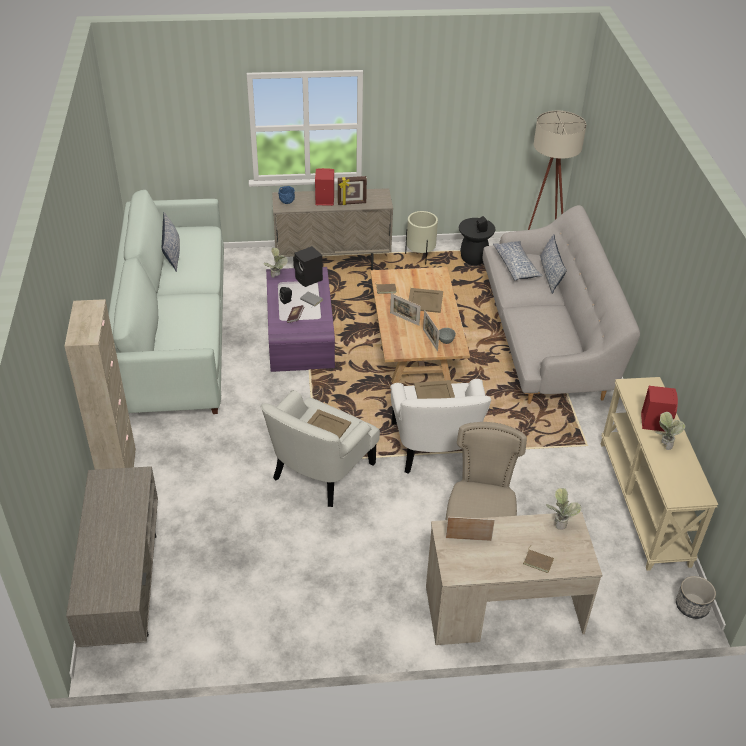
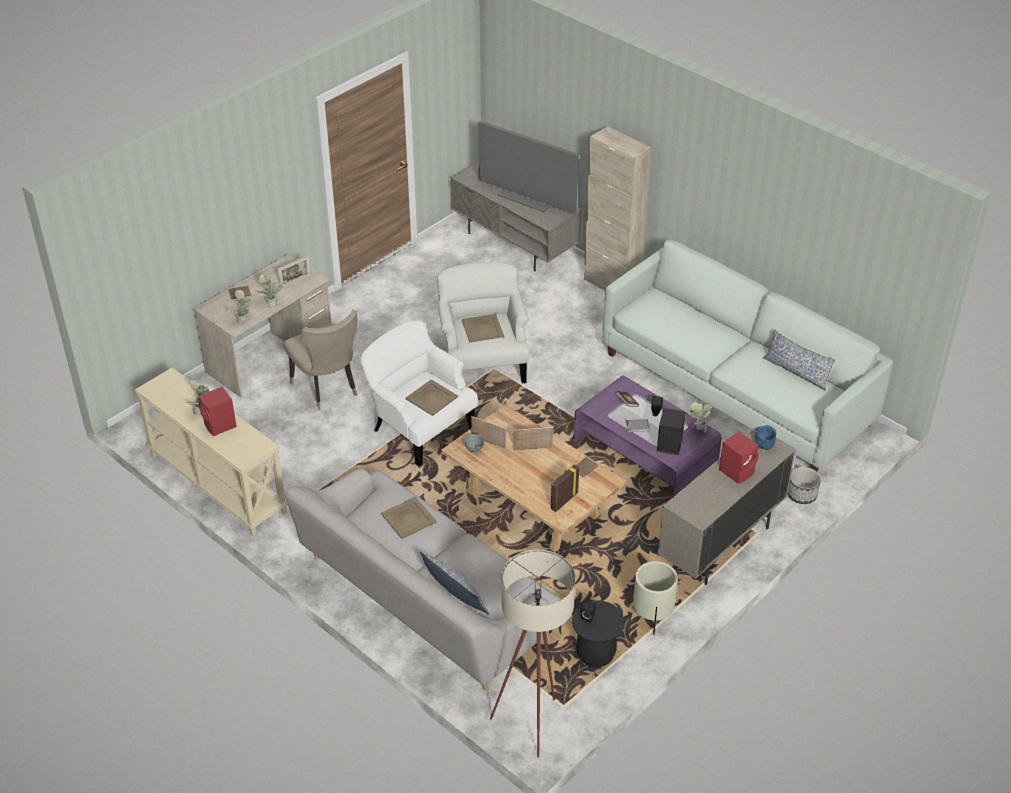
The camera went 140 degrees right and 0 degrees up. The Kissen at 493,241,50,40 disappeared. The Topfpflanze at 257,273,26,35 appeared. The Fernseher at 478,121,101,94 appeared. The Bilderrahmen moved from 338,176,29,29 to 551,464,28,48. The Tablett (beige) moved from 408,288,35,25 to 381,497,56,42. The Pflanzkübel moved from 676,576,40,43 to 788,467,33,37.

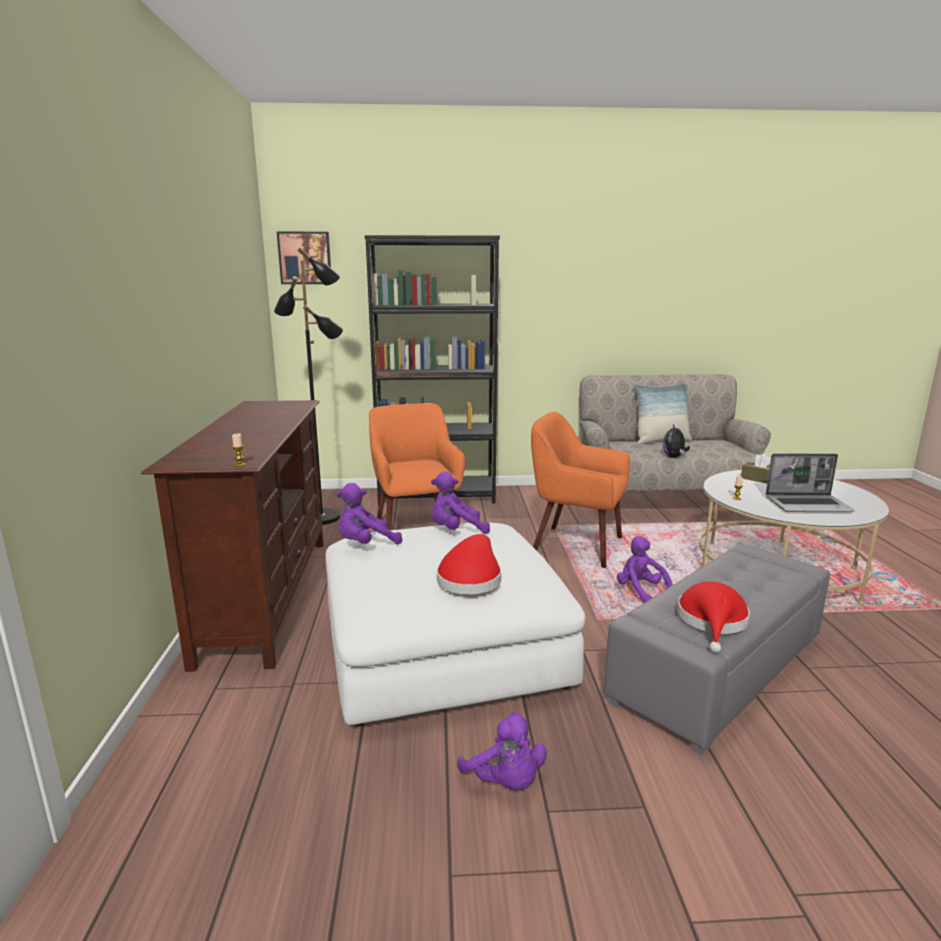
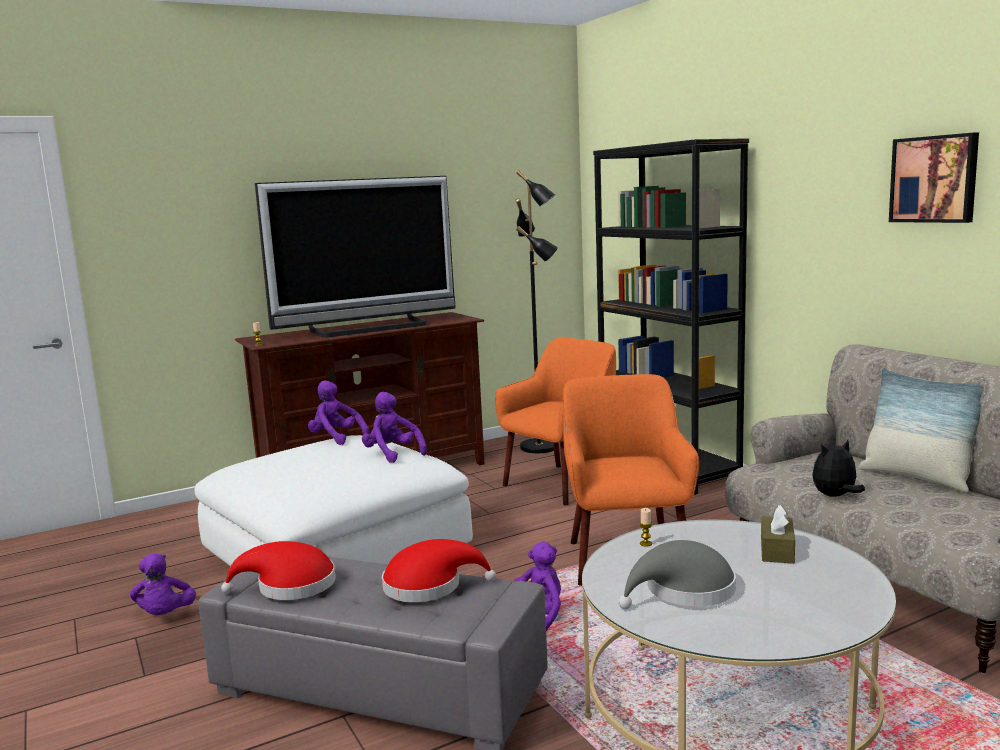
The camera went 65 degrees right and 5 degrees down. The Fernseher at 255,176,200,162 appeared. The Bild moved from 277,232,54,52 to 889,133,90,90. The Hut (rot) moved from 437,534,64,60 to 382,539,114,63. The Laptop at 766,454,89,58 was replaced by the Hut (grau) at 618,540,118,69. The Plüschtier (lila) at 457,712,90,78 turned 45 degrees counterclockwise.

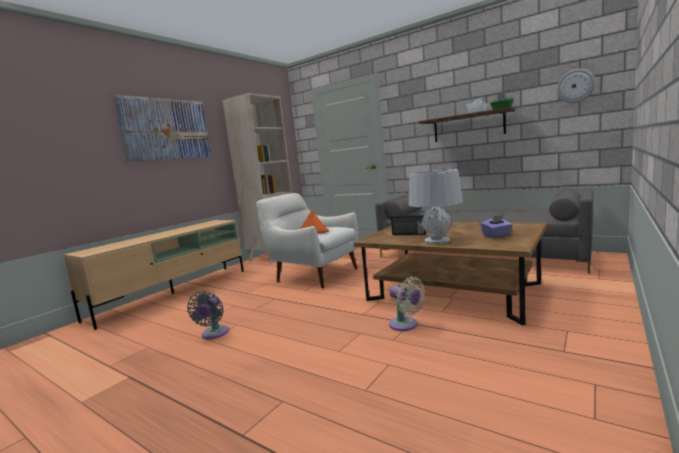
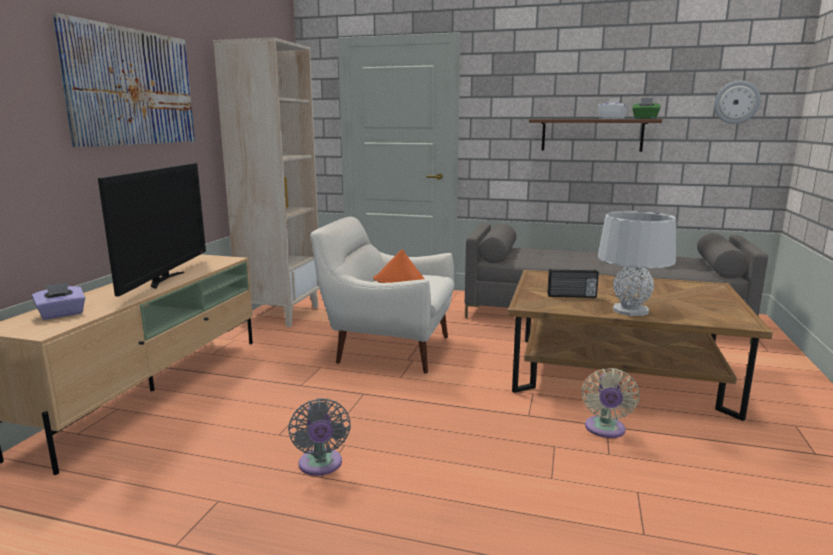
The camera went 20 degrees left and 5 degrees up. The Fernseher at 98,163,108,133 appeared. The Taschentuchbox (lila) moved from 480,215,33,23 to 32,283,53,37. The Ventilator (beige) at 389,277,36,54 turned 75 degrees clockwise.

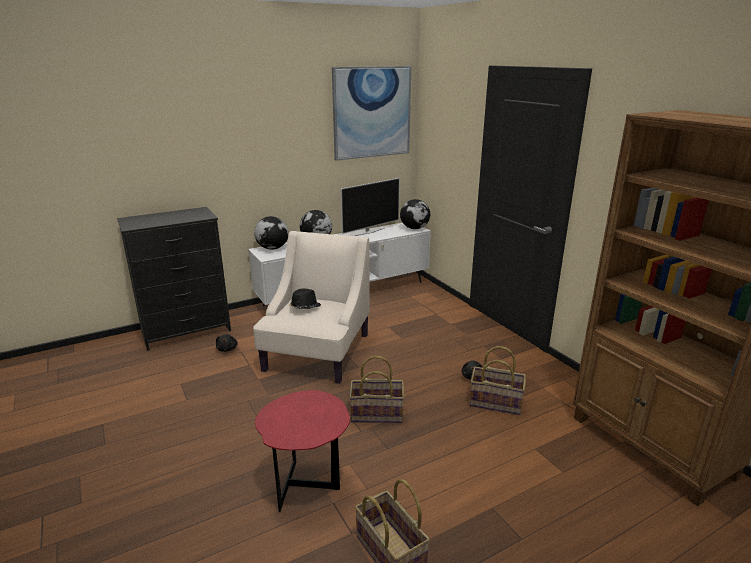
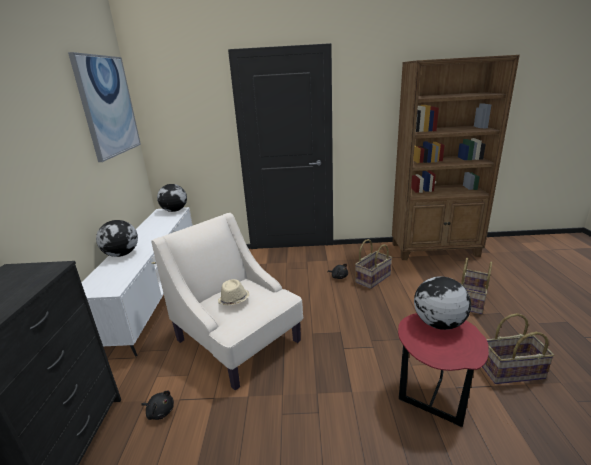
The camera went 60 degrees left and 0 degrees up. The Fernseher at 341,178,59,58 disappeared. The Globus moved from 254,216,35,34 to 414,276,57,54. The Korb moved from 349,356,55,67 to 461,258,31,56. The Hut (schwarz) at 289,289,32,20 became the Hut (beige) at 218,279,31,27.

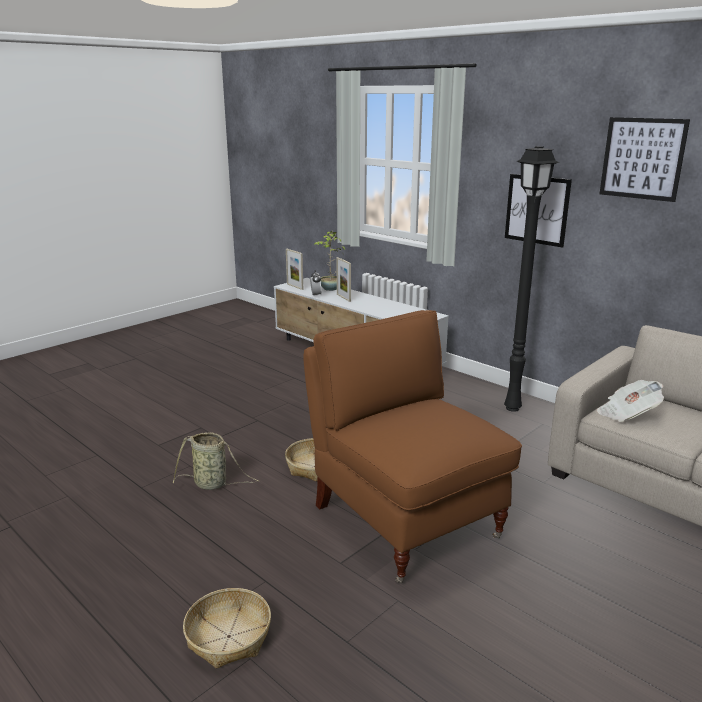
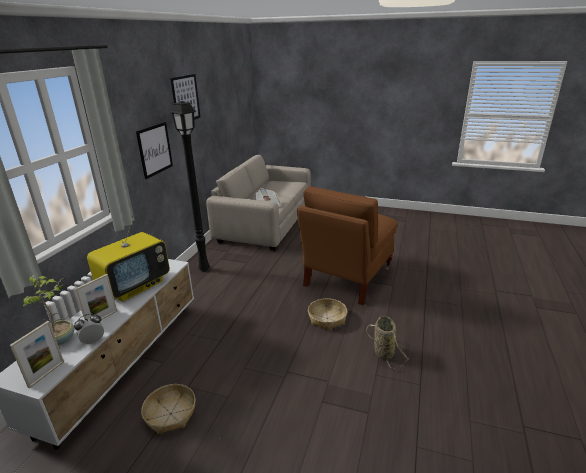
The camera went 115 degrees left and 5 degrees up. The Fernseher at 87,215,83,87 appeared. The Korb moved from 183,588,88,81 to 141,384,54,50.

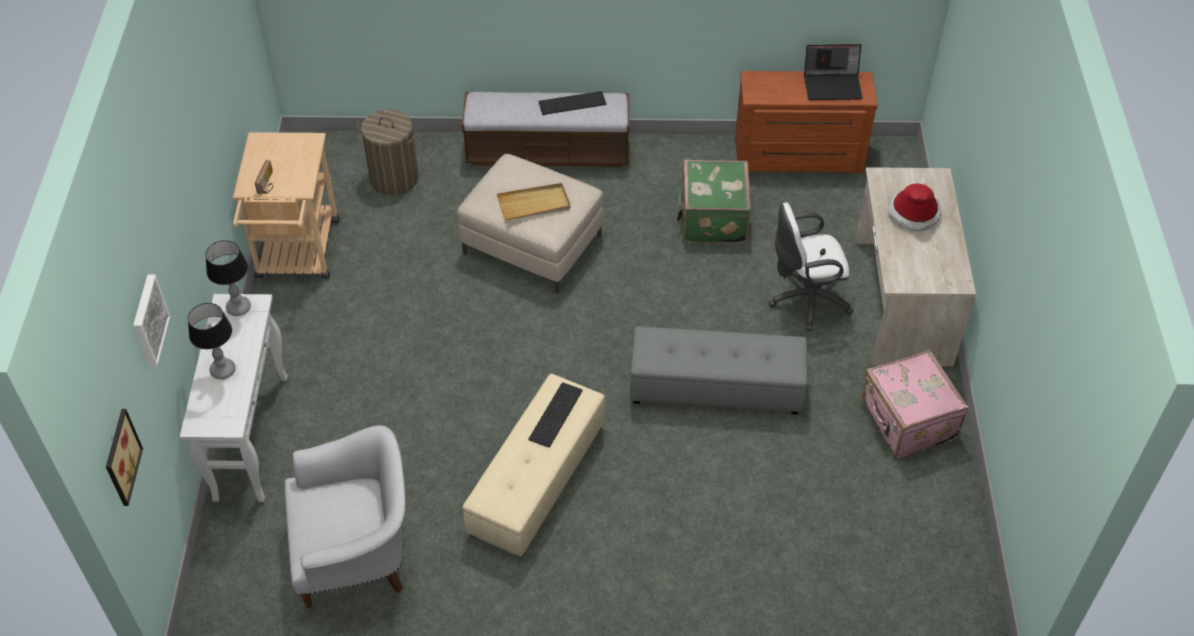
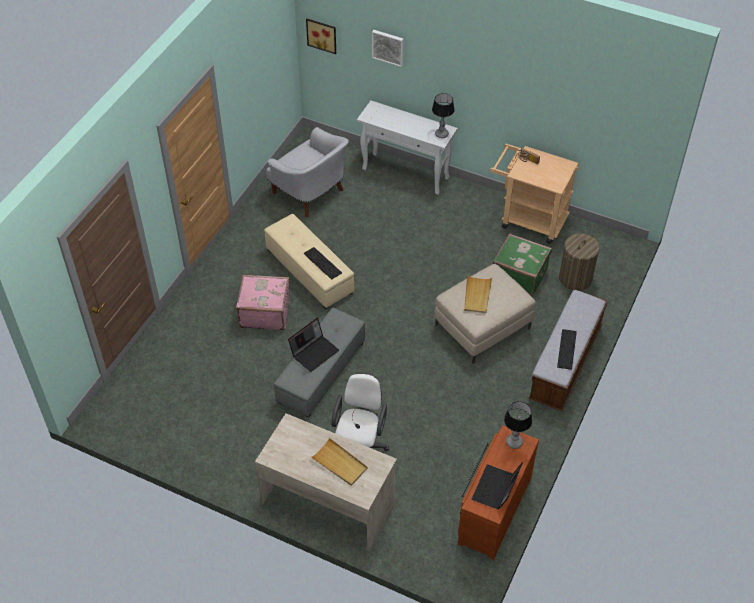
The camera went 115 degrees right and 0 degrees up. The Laptop at 288,318,51,54 appeared. The Tischlampe moved from 188,303,47,76 to 504,401,28,48. The Koffer (grün) moved from 677,160,74,84 to 493,233,59,63. The Koffer (rosa) moved from 860,350,108,109 to 236,274,54,56. The Hut at 888,183,53,48 was replaced by the Tablett (beige) at 311,438,57,48. The Sessel (weiß) at 284,425,121,183 turned 60 degrees counterclockwise.

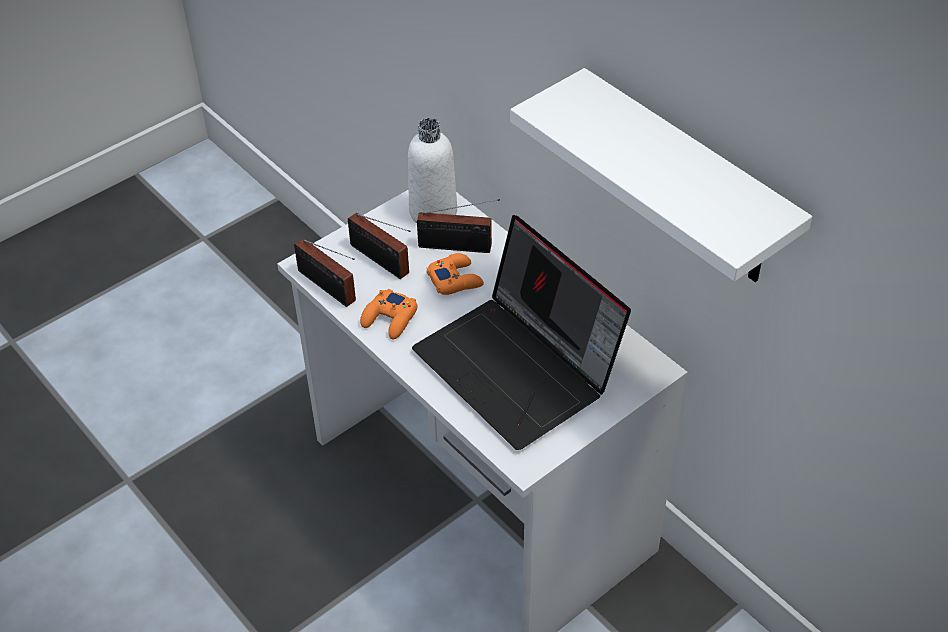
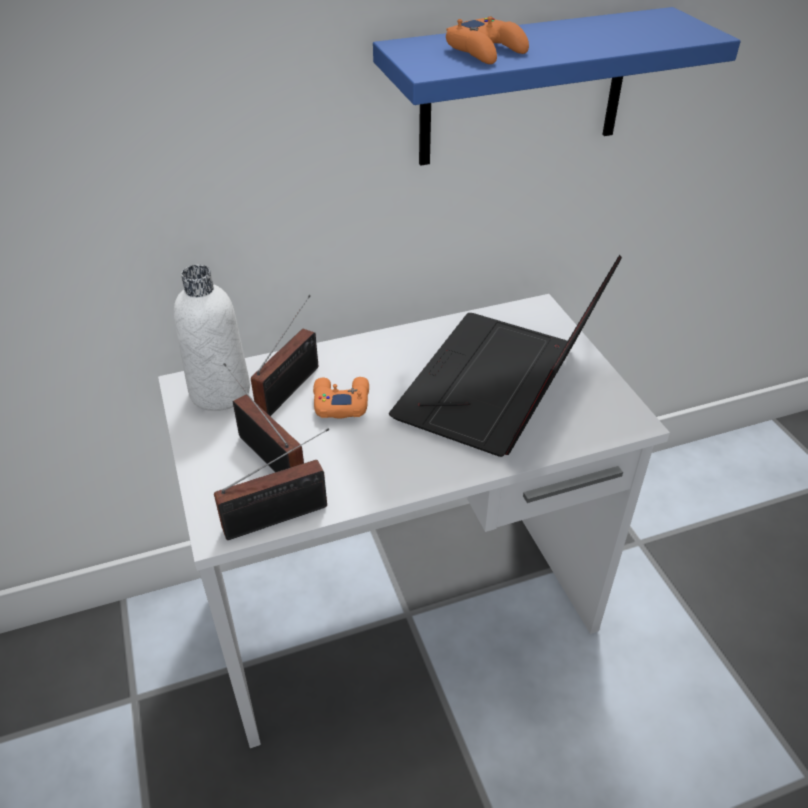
The camera went 70 degrees left and 5 degrees down. The Gamepad (orange) moved from 360,289,58,50 to 446,16,83,48. The Wandregal (weiß) at 510,68,302,214 became the Wandregal (blau) at 373,7,368,159. The Radio at 348,213,62,66 turned 105 degrees counterclockwise. The Laptop at 412,215,219,235 turned 135 degrees clockwise.

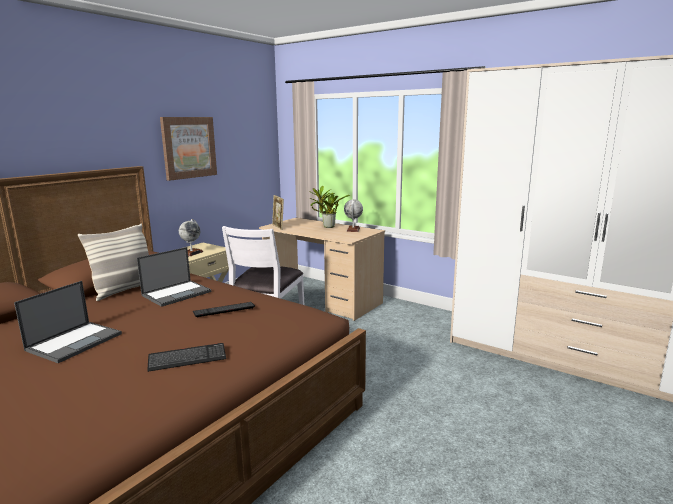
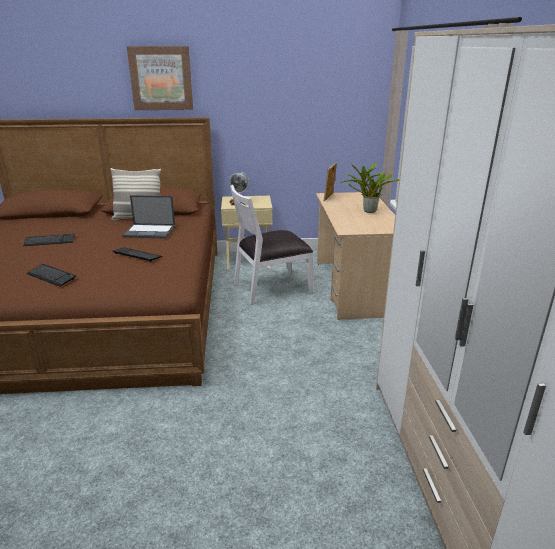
The camera went 50 degrees right and 10 degrees up. The Globus at 344,199,19,33 disappeared. The Bild moved from 160,117,57,64 to 127,46,66,64. The Laptop at 14,281,108,82 was replaced by the Tastatur at 23,234,52,12.

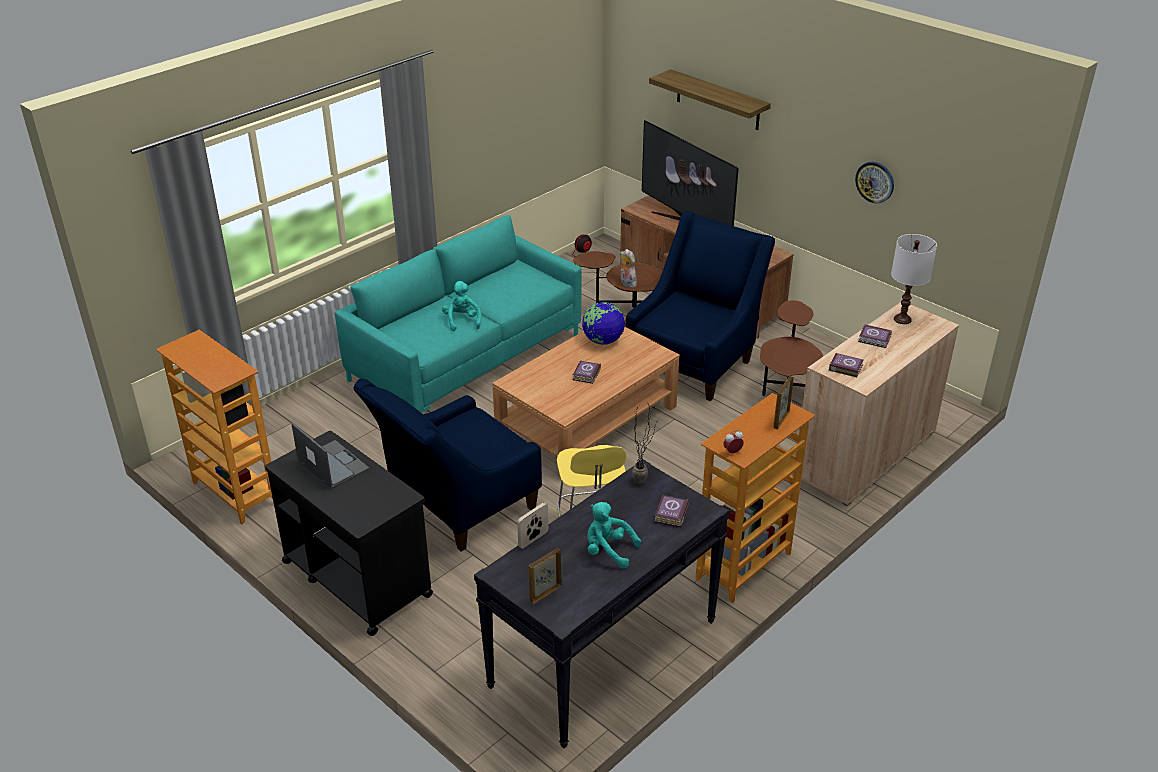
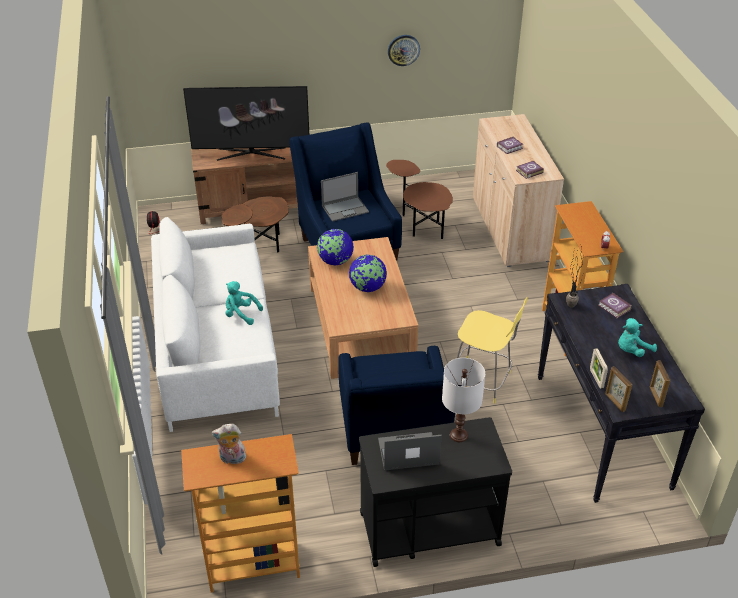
The camera went 55 degrees left and 5 degrees up. The Wandregal at 649,69,122,61 disappeared. The Laptop at 321,172,48,50 appeared. The Plüschtier moved from 620,249,17,39 to 211,424,35,40. The Bilderrahmen moved from 773,376,21,53 to 605,366,27,46. The Tischlampe (weiß) moved from 891,234,46,90 to 442,358,43,84. The Buch at 573,361,28,23 was replaced by the Globus at 349,254,38,38. The Sofa (türkis) at 335,215,247,198 became the Sofa (weiß) at 151,217,129,215.

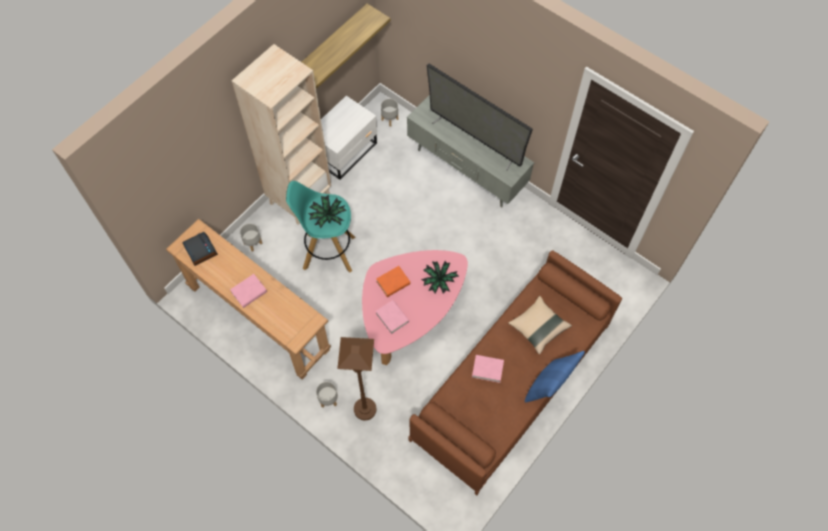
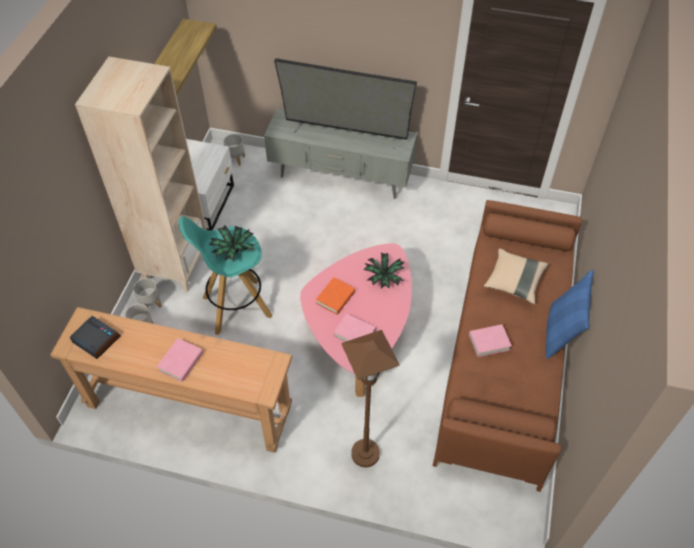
The camera went 25 degrees left and 10 degrees down. The Pflanzkübel (grau) moved from 316,382,22,26 to 133,278,29,30.

